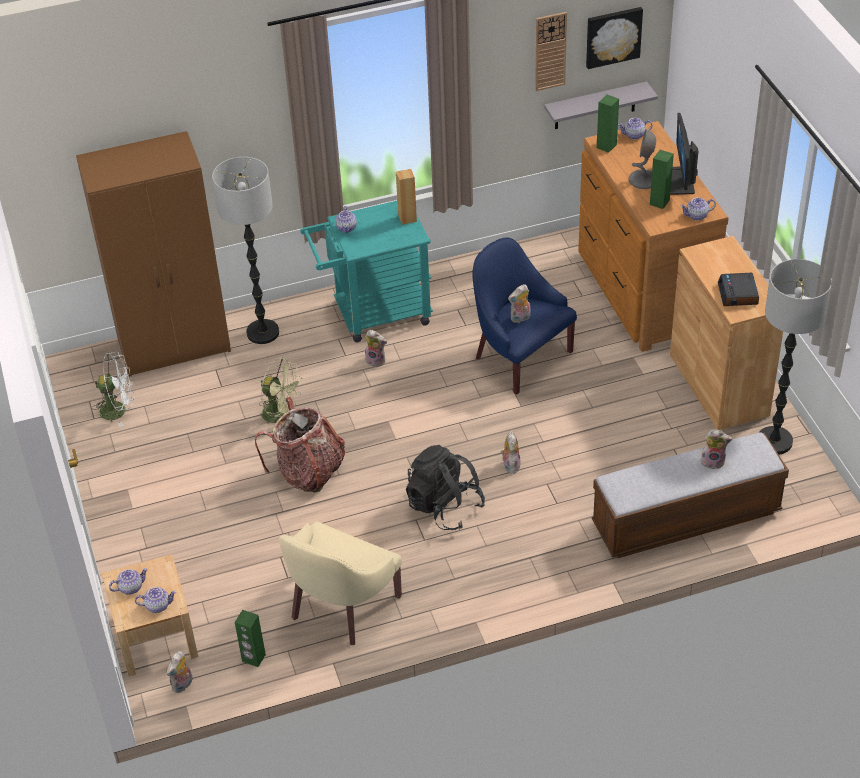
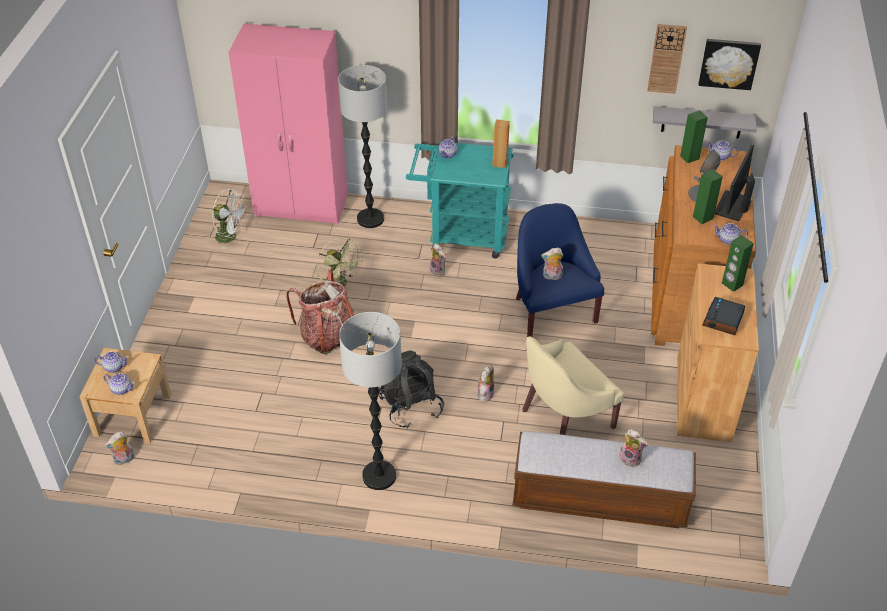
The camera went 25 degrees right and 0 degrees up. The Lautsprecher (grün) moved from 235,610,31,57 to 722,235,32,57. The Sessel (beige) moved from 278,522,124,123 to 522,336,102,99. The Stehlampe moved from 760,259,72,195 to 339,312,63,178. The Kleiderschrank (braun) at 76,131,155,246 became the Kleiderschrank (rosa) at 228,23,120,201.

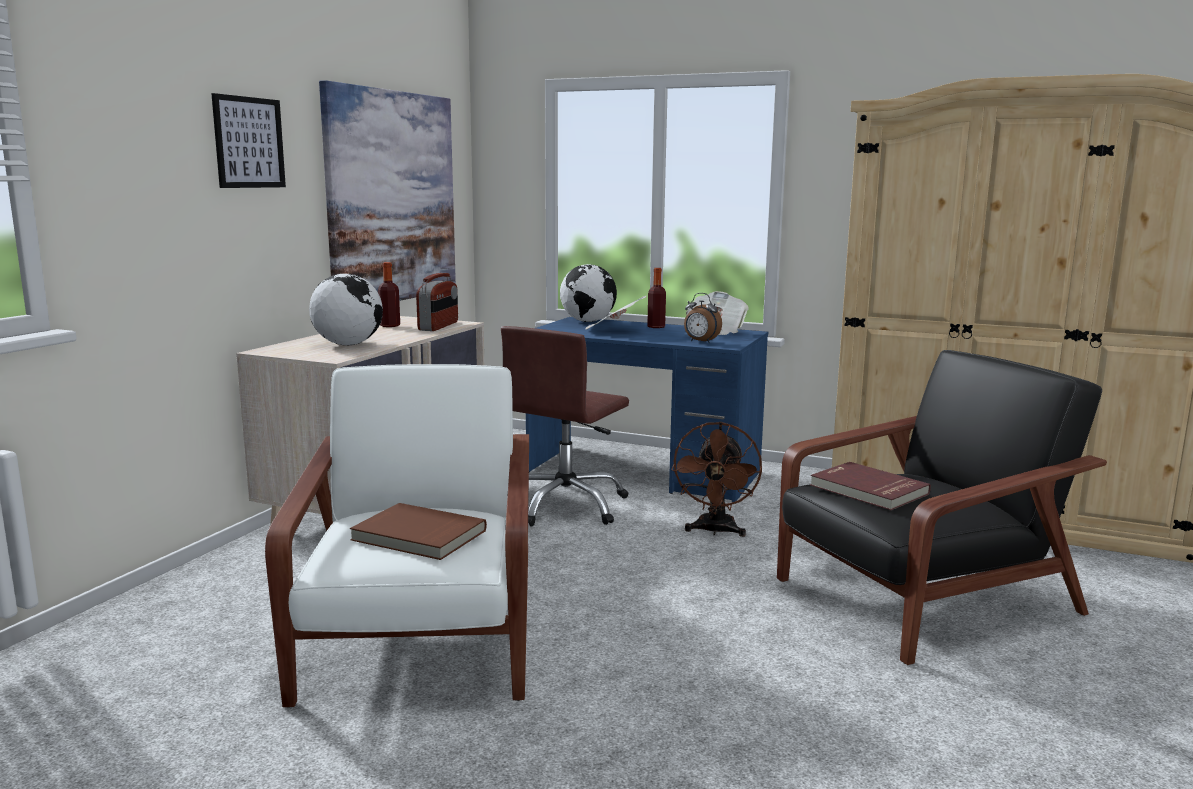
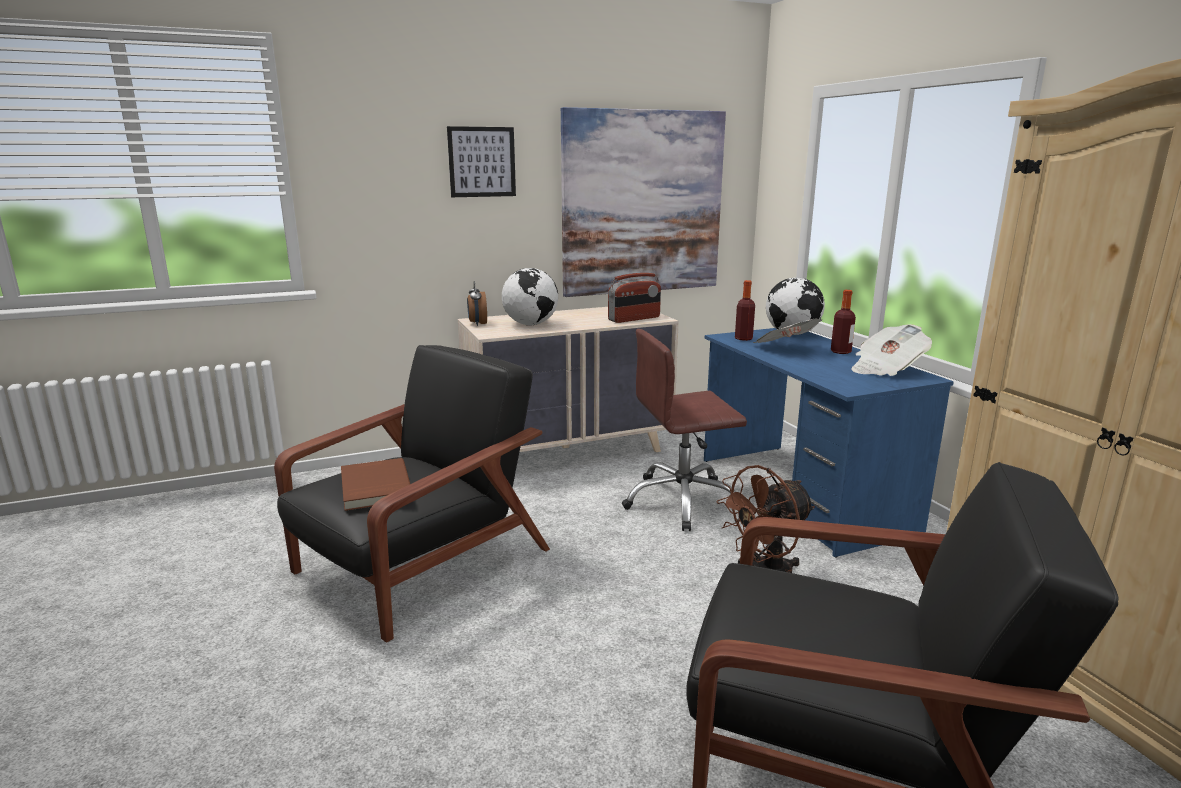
The camera went 45 degrees right and 5 degrees up. The Buch (rot) at 810,462,121,48 disappeared. The Flasche moved from 378,262,22,65 to 735,280,20,61. The Wecker moved from 684,293,38,50 to 467,281,20,45. The Sessel (weiß) at 265,364,264,344 became the Sessel (schwarz) at 274,345,276,298.

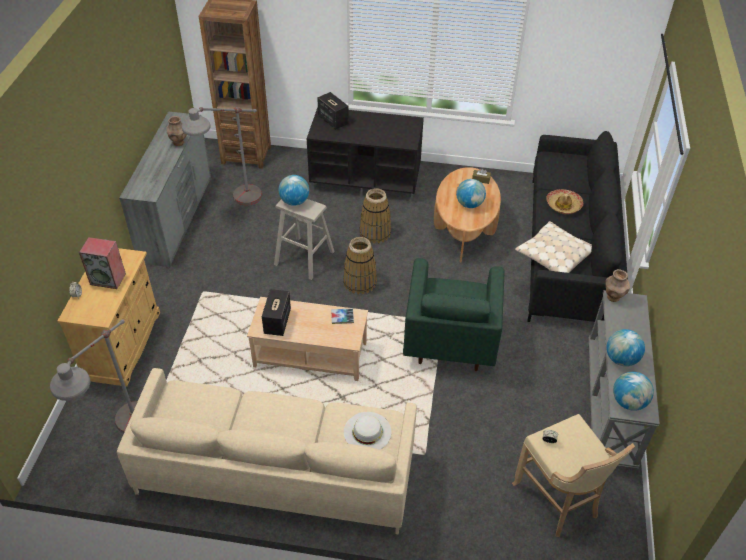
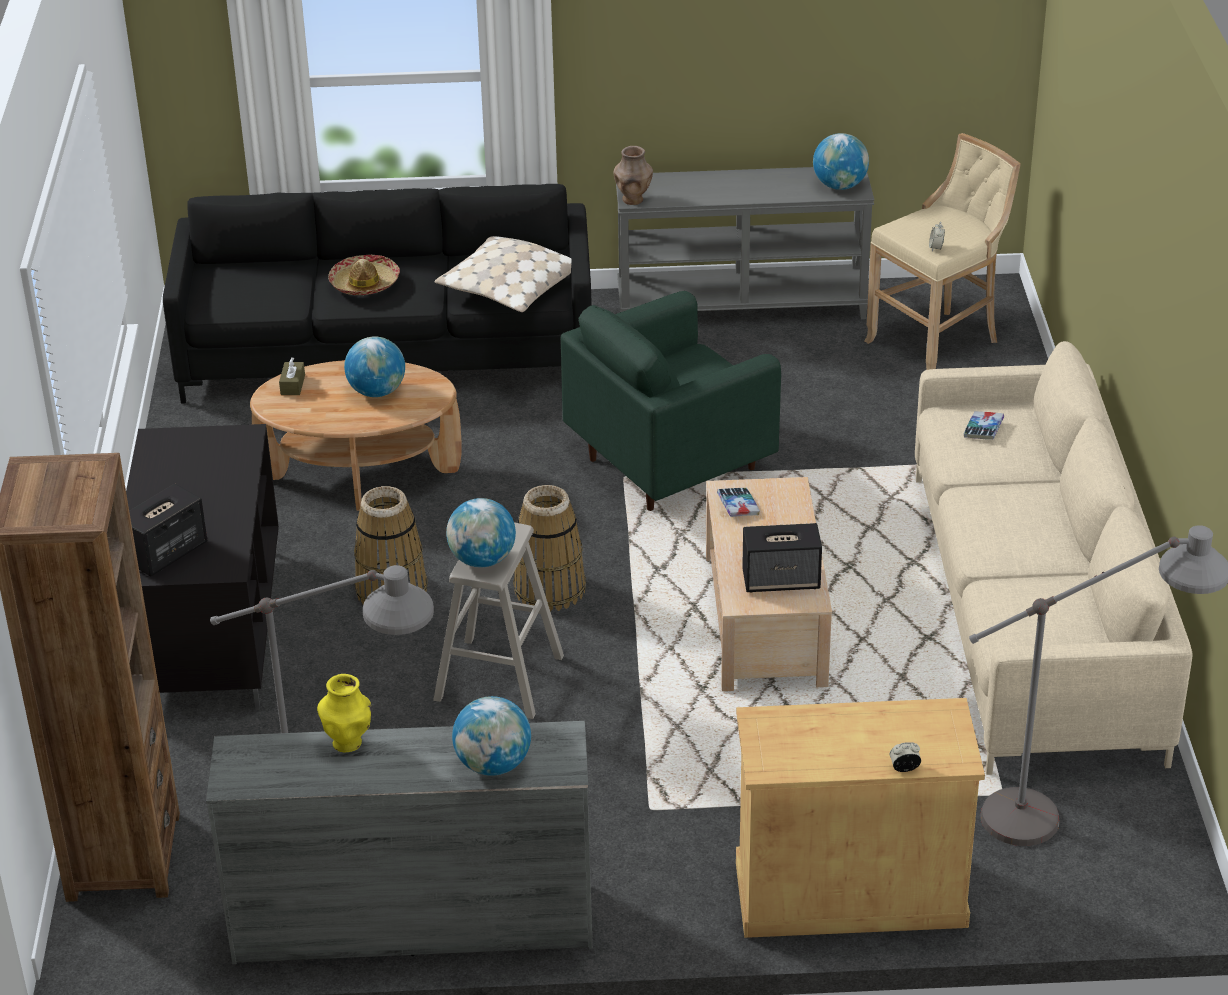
The camera went 100 degrees left and 10 degrees down. The Lautsprecher at 79,237,47,52 disappeared. The Globus moved from 606,329,39,37 to 452,696,79,80. The Hut (weiß) at 344,412,47,38 was replaced by the Buch at 964,411,40,29. The Vase (braun) at 166,116,21,30 became the Vase (gelb) at 317,674,54,78. The Sessel (grün) at 403,258,102,113 turned 150 degrees clockwise.

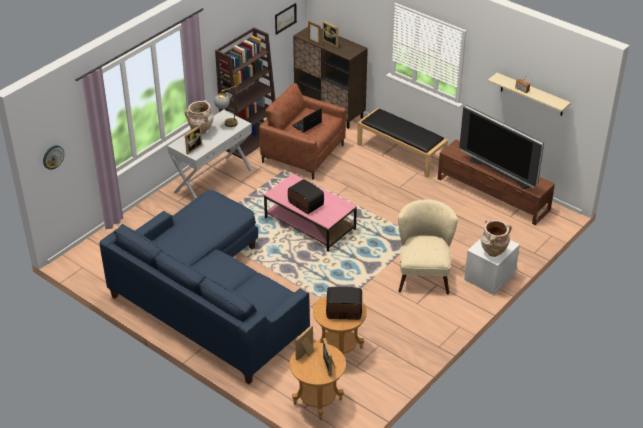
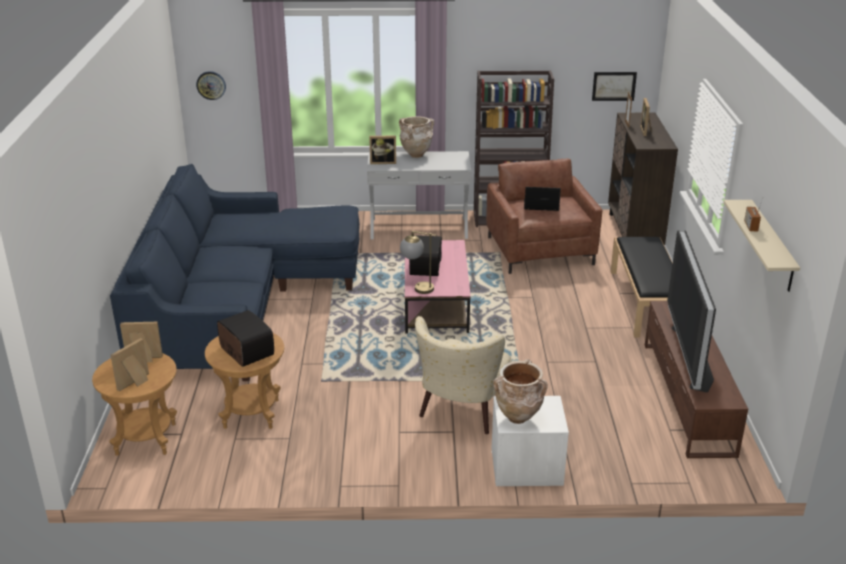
The camera went 50 degrees right and 10 degrees down. The Tischlampe moved from 214,86,24,41 to 400,231,36,63. The Sessel (beige) at 398,199,60,95 turned 150 degrees clockwise.

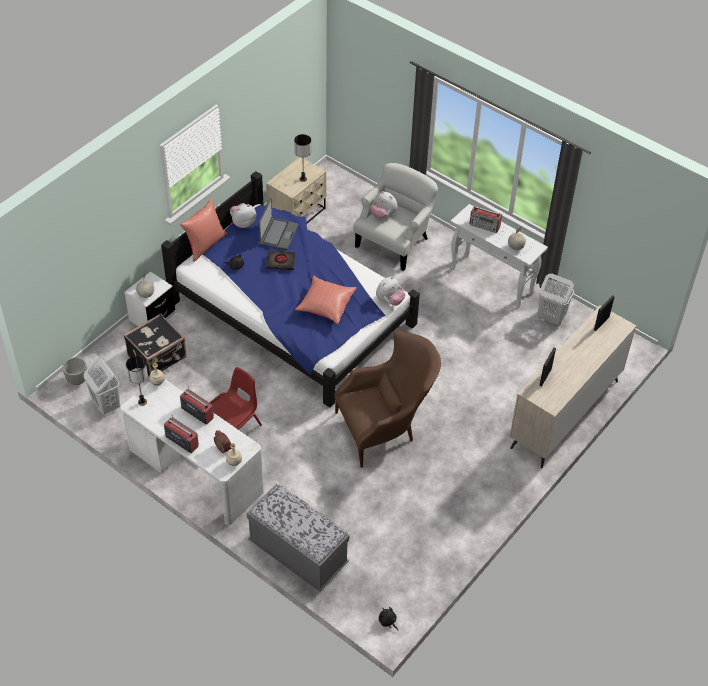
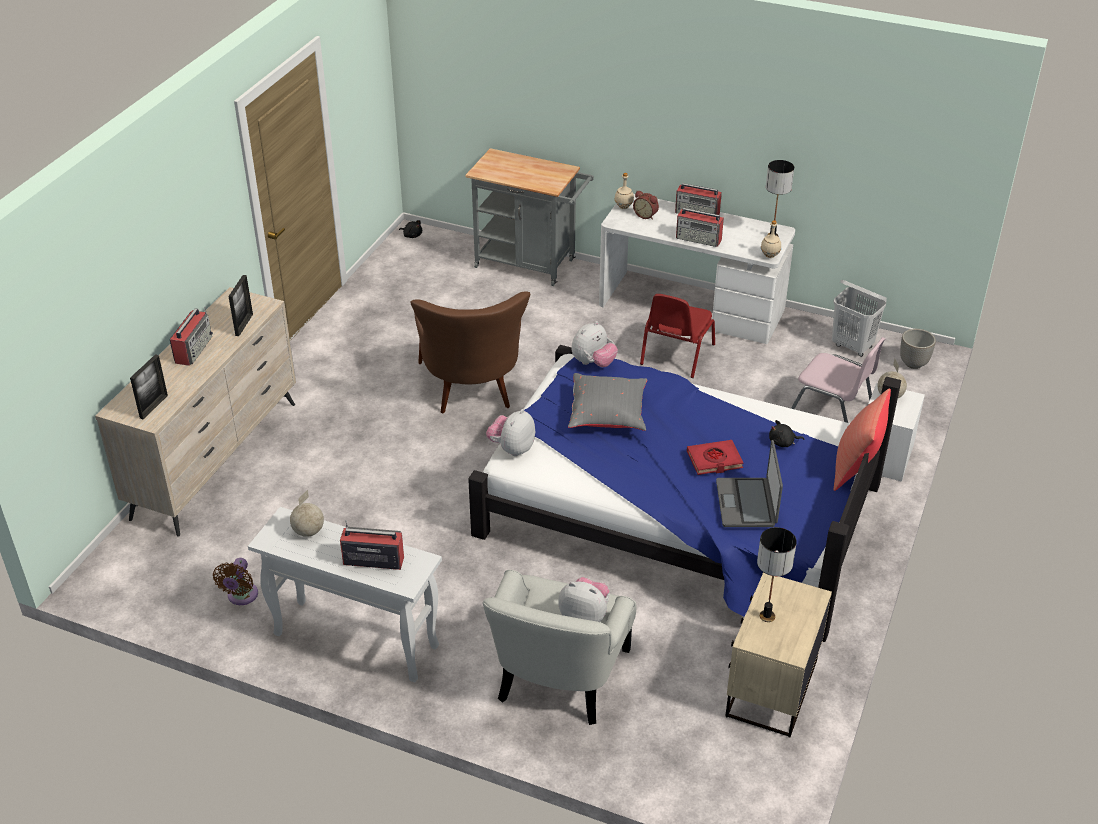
The camera went 165 degrees right and 10 degrees down. The Radio at 170,307,43,59 appeared. The Plüschtier moved from 230,203,26,25 to 572,321,46,46. The Koffer (schwarz) at 124,313,63,64 was replaced by the Stuhl (rosa) at 791,337,94,86. The Bank (grau) at 247,484,102,107 was replaced by the Rollwagen (grau) at 465,148,129,138. The Wäschekorb (weiß) at 538,274,36,51 was replaced by the Ventilator (braun) at 213,558,45,47. The Buch (schwarz) at 266,250,29,20 became the Buch (rot) at 687,440,57,35. The Kissen (rot) at 295,276,62,48 became the Kissen (grau) at 568,373,79,58. The Sessel (braun) at 334,331,107,137 turned 60 degrees counterclockwise.

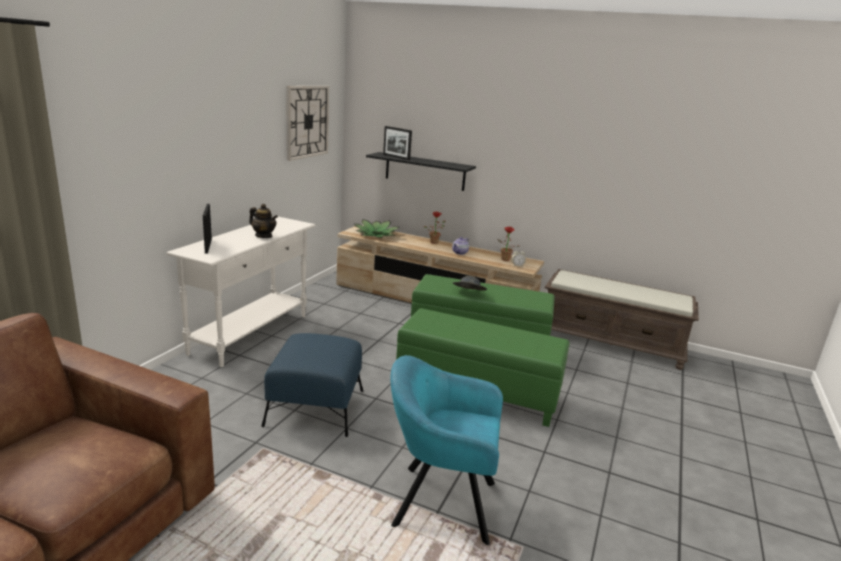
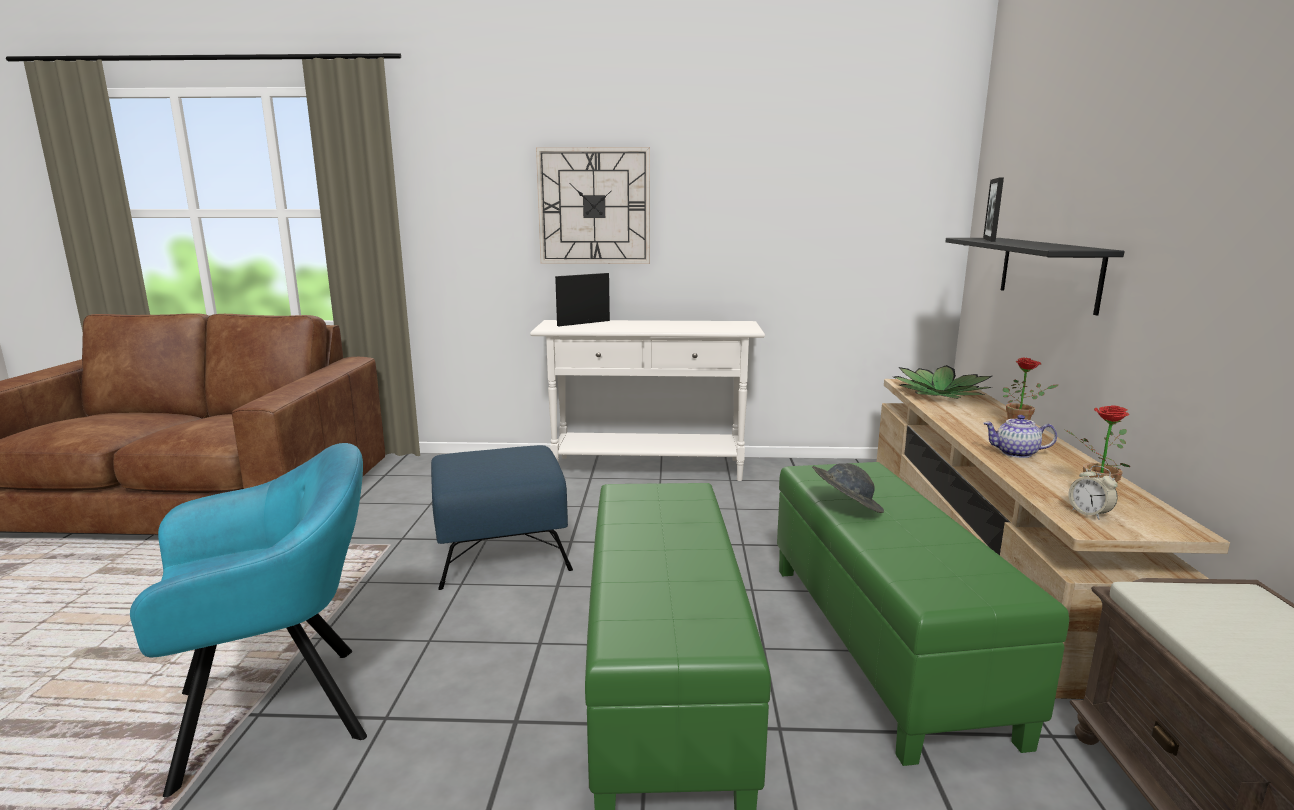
The camera went 70 degrees right and 5 degrees down. The Teekanne at 249,204,29,34 disappeared. The Wanduhr moved from 286,86,43,75 to 536,147,114,117. The Sessel (türkis) at 391,355,112,190 turned 75 degrees clockwise.

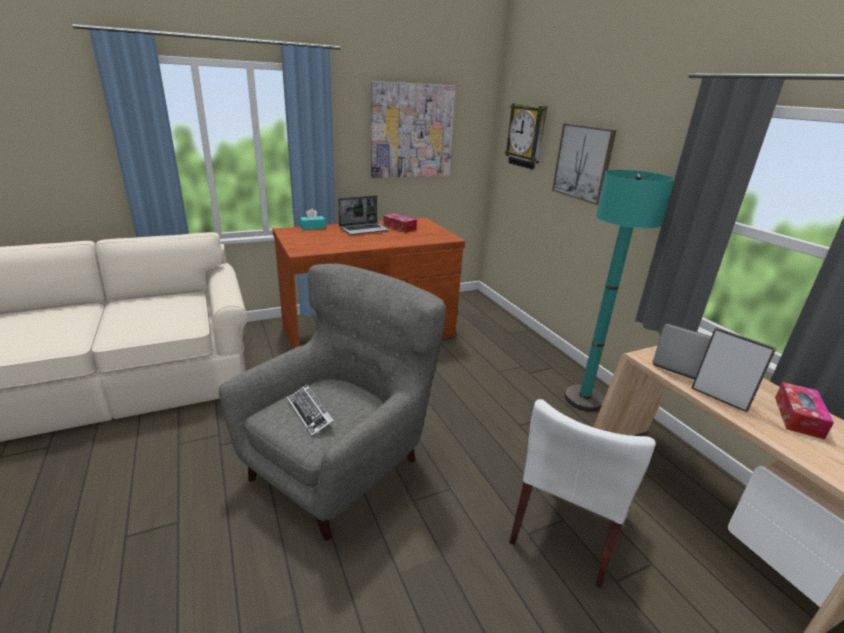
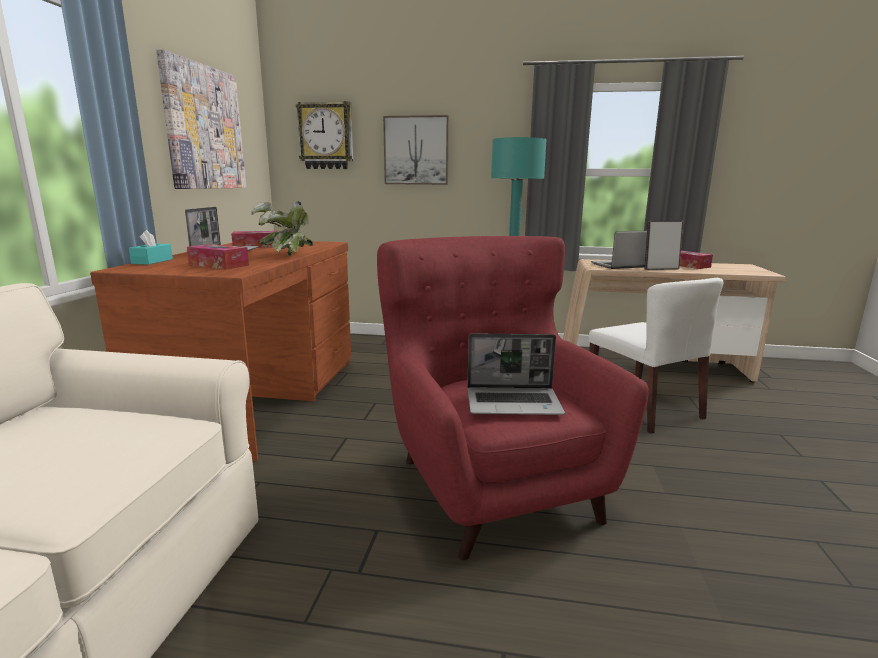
The camera went 55 degrees left and 10 degrees down. The Taschentuchbox at 187,244,62,26 appeared. The Topfpflanze at 251,201,62,56 appeared. The Tastatur at 287,384,48,53 was replaced by the Laptop at 467,333,98,82. The Sessel (grau) at 219,264,227,276 became the Sessel (rot) at 377,236,272,324.

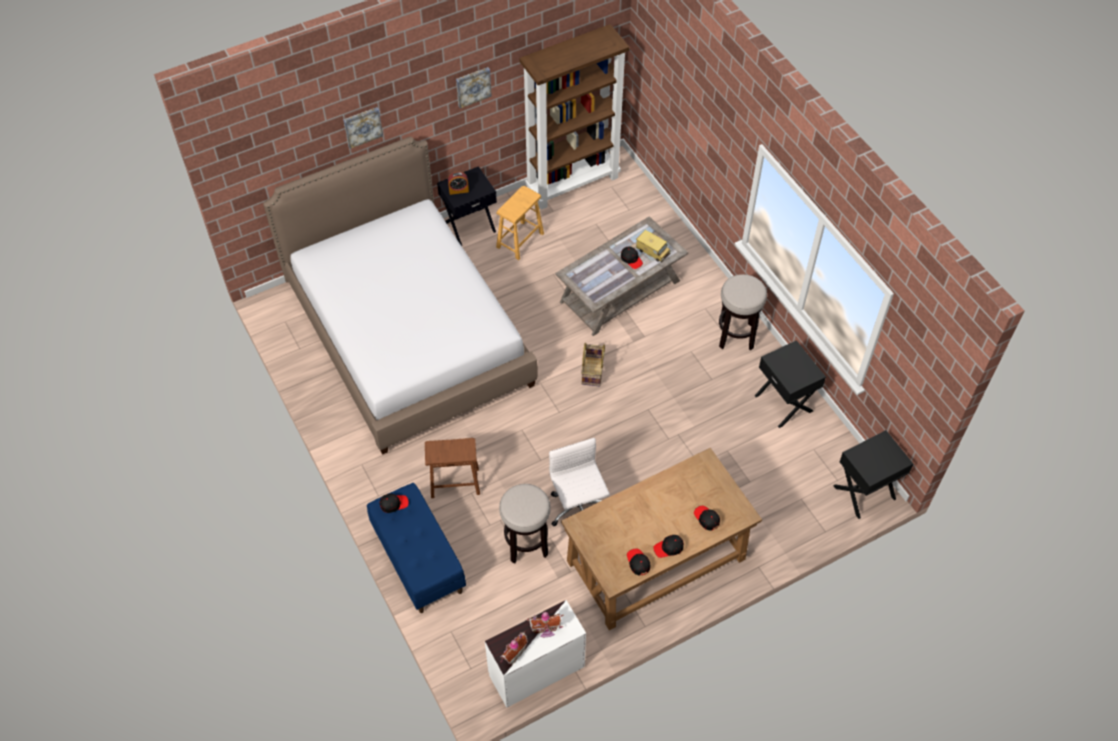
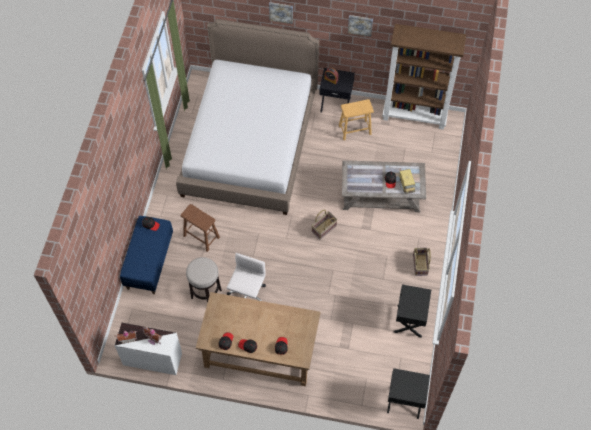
The camera went 40 degrees right and 5 degrees up. The Hocker at 719,274,48,77 was replaced by the Korb at 413,248,18,28.

